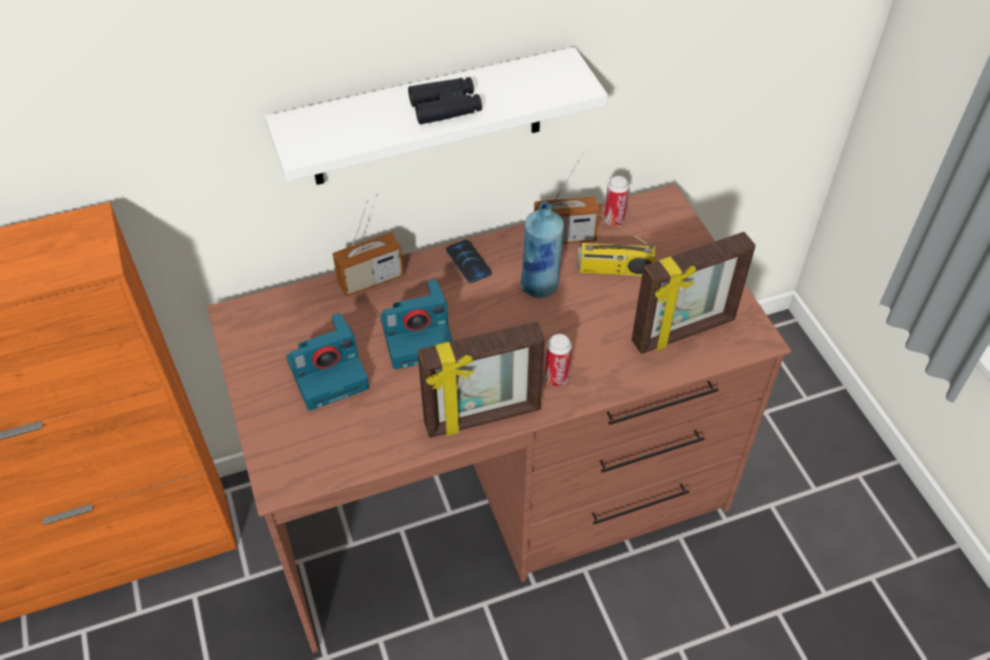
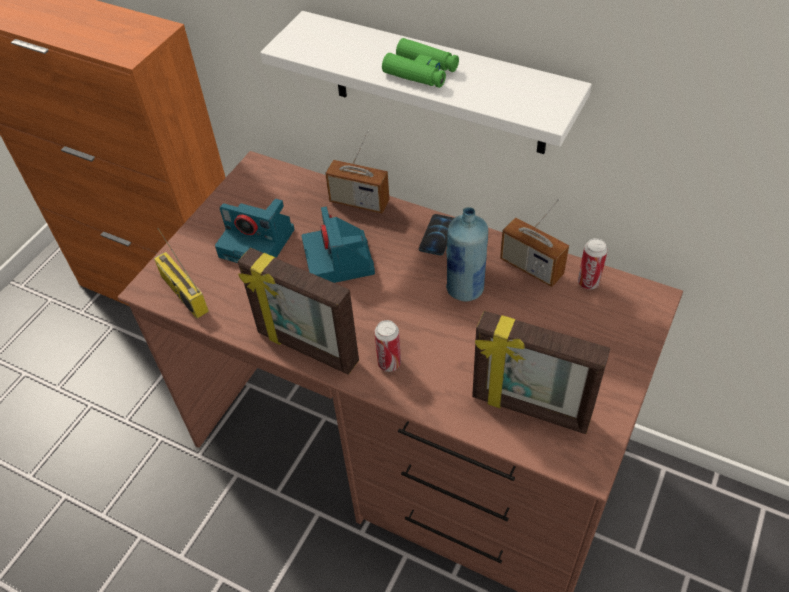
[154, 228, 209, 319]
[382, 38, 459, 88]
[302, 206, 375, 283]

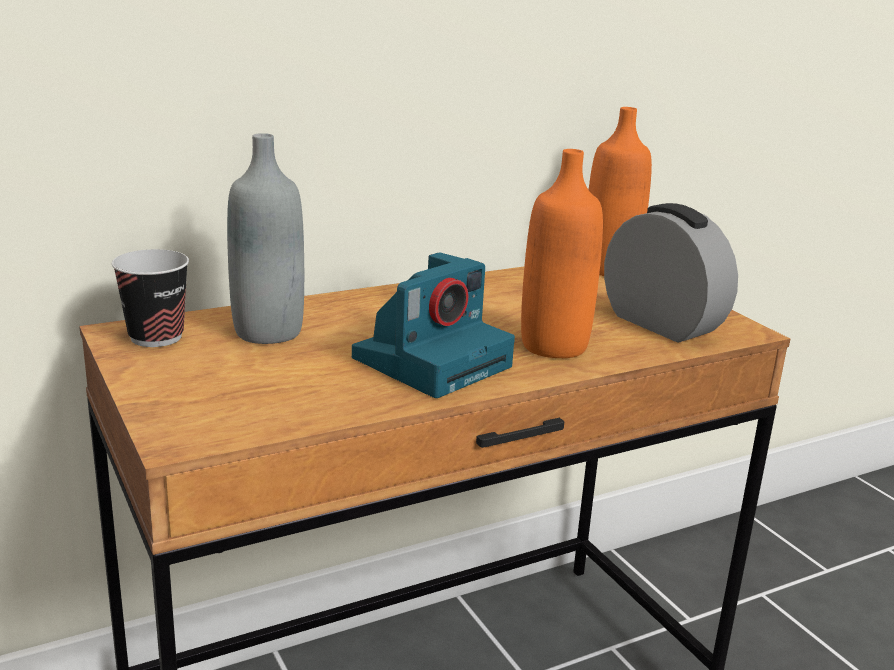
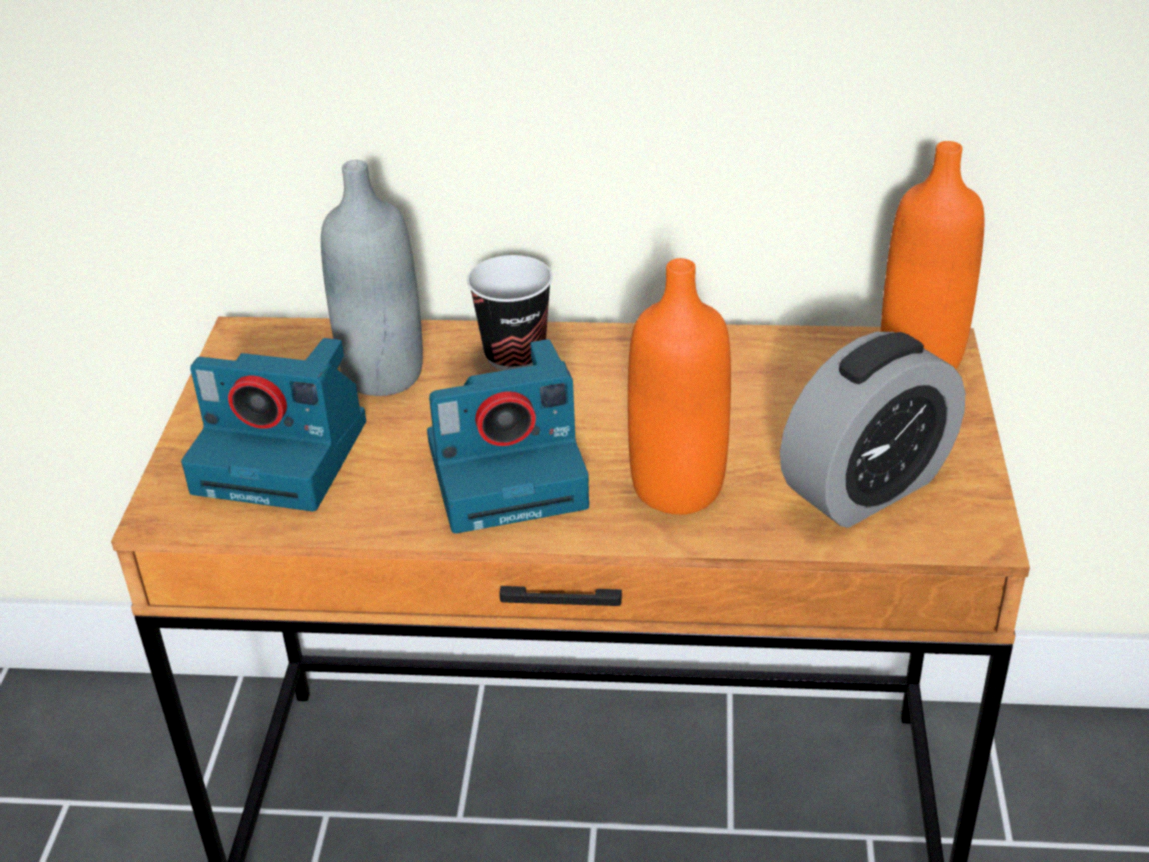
[181, 338, 366, 511]
[467, 255, 552, 371]
[780, 332, 965, 528]

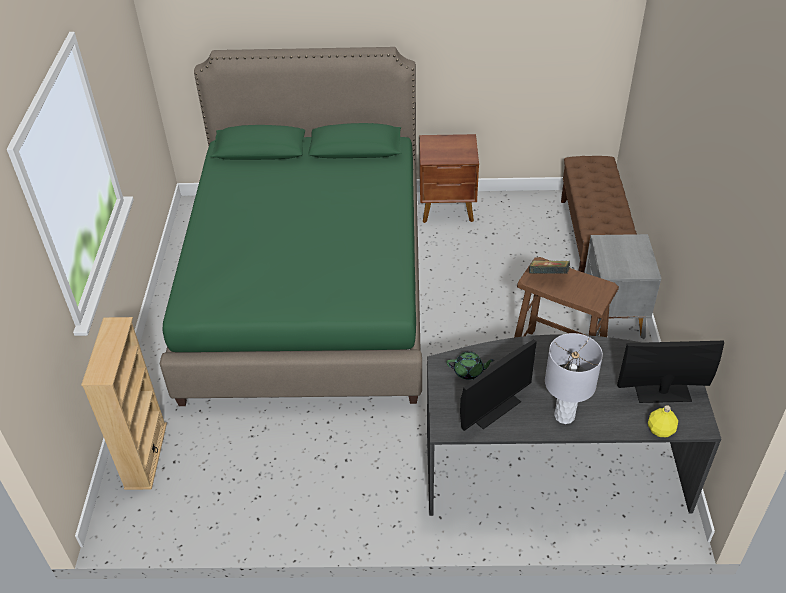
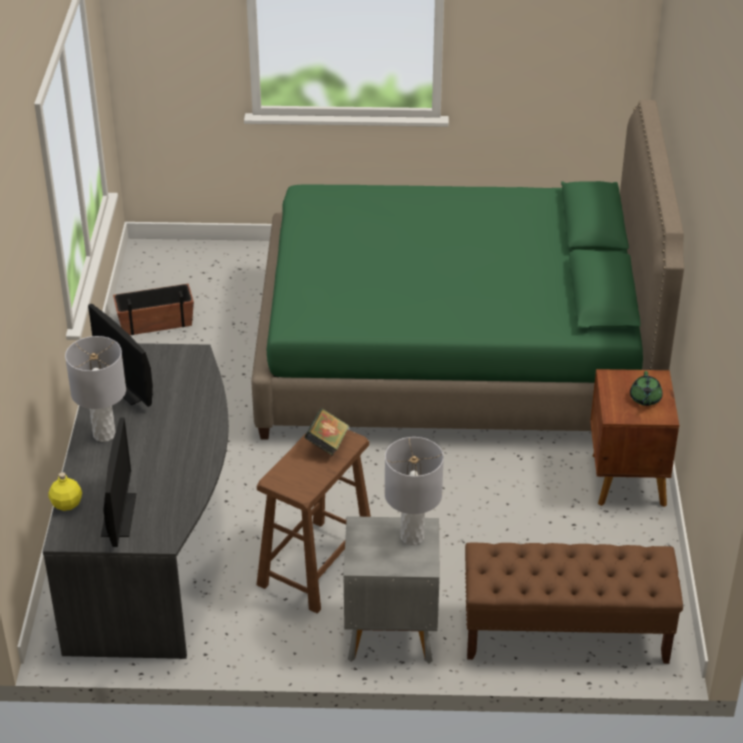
[81, 317, 167, 490] (first image)
[113, 284, 194, 335]
[385, 437, 444, 545]
[630, 371, 663, 406]

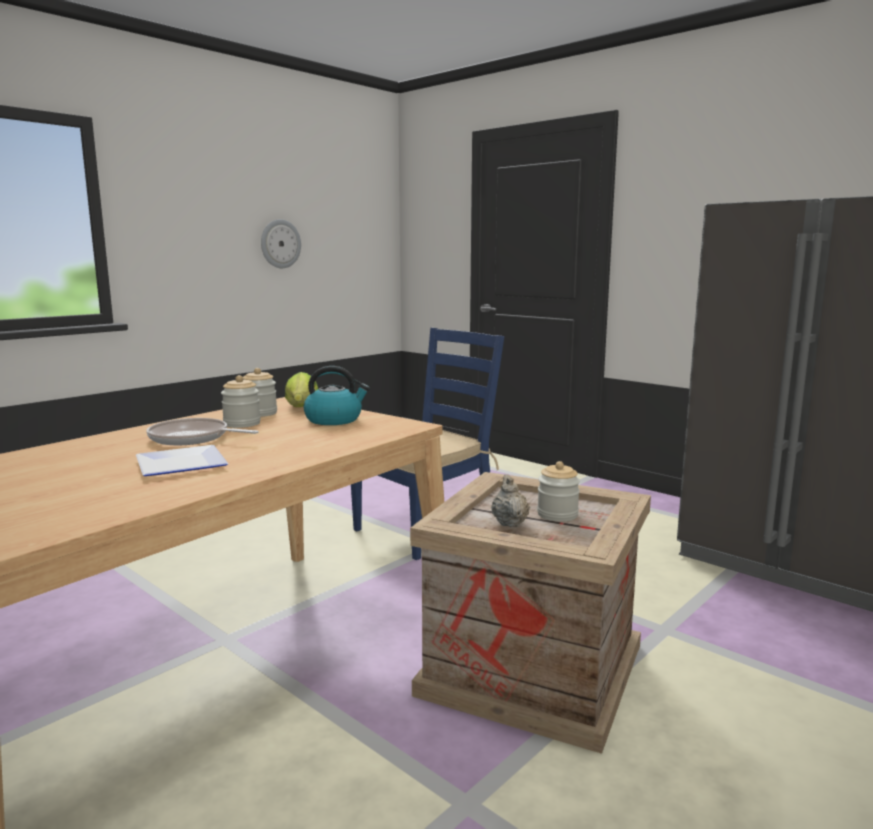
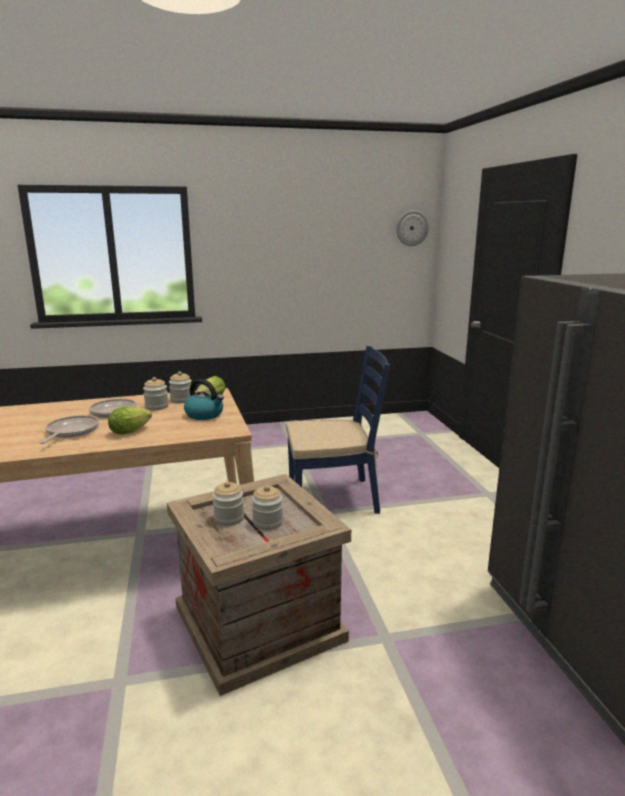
[108, 406, 152, 435]
[396, 210, 429, 246]
[40, 415, 99, 444]
[212, 481, 244, 526]

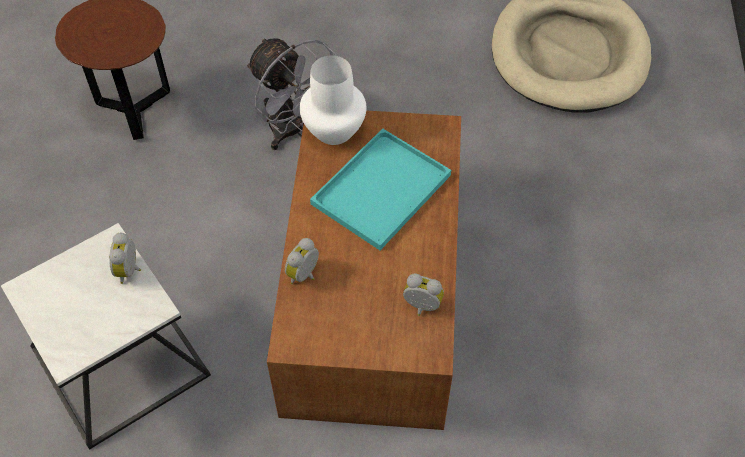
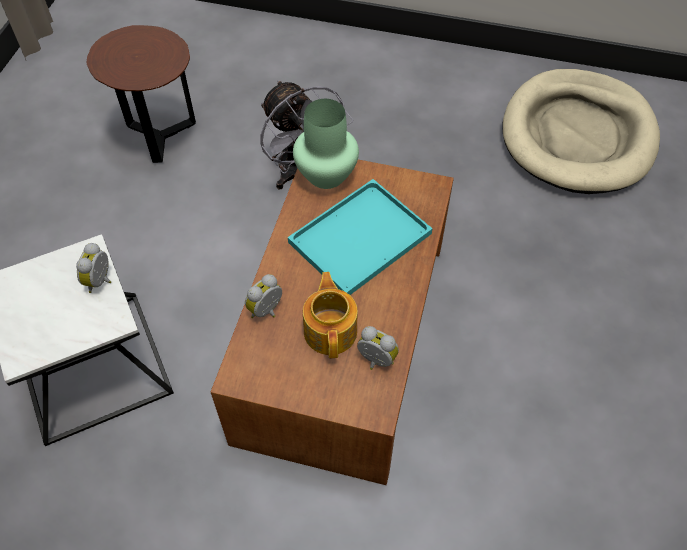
[303, 272, 358, 358]
[293, 99, 359, 189]

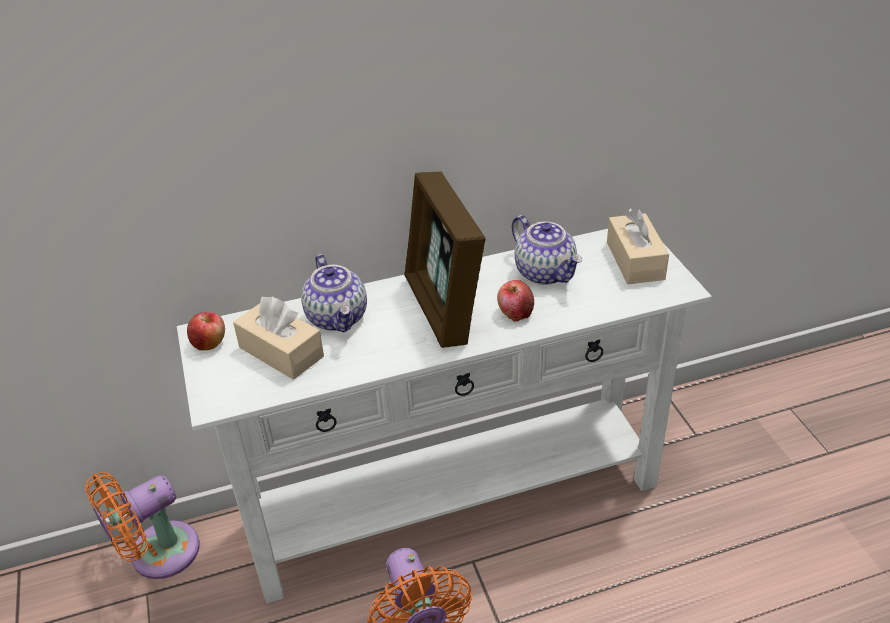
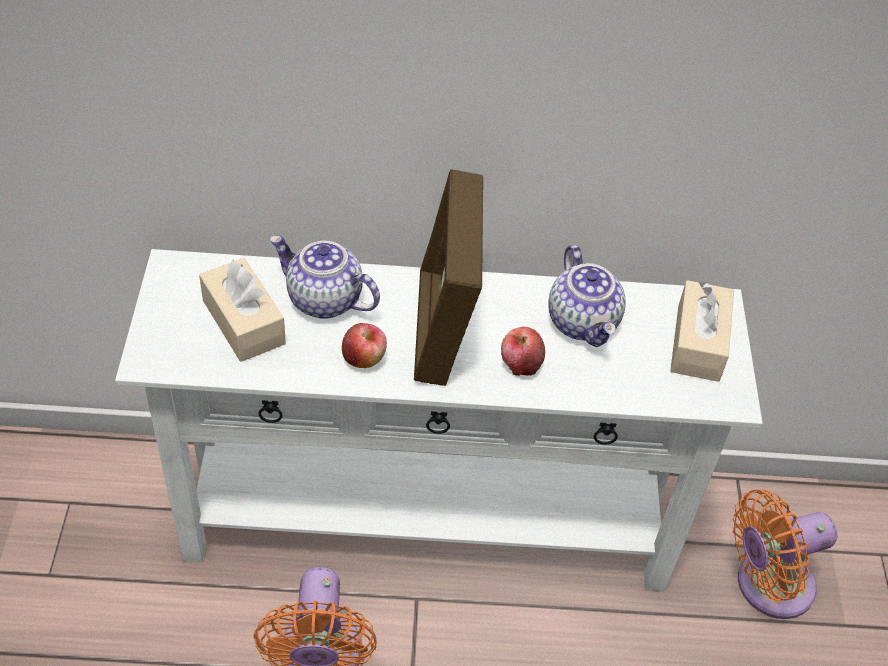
[733, 489, 837, 619]
[342, 323, 387, 368]
[270, 235, 380, 319]

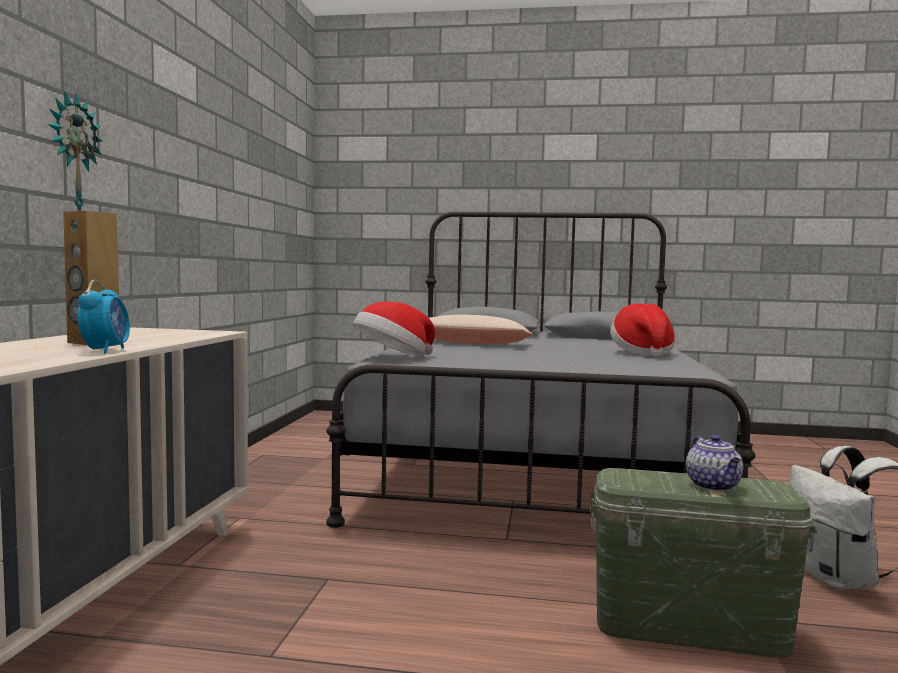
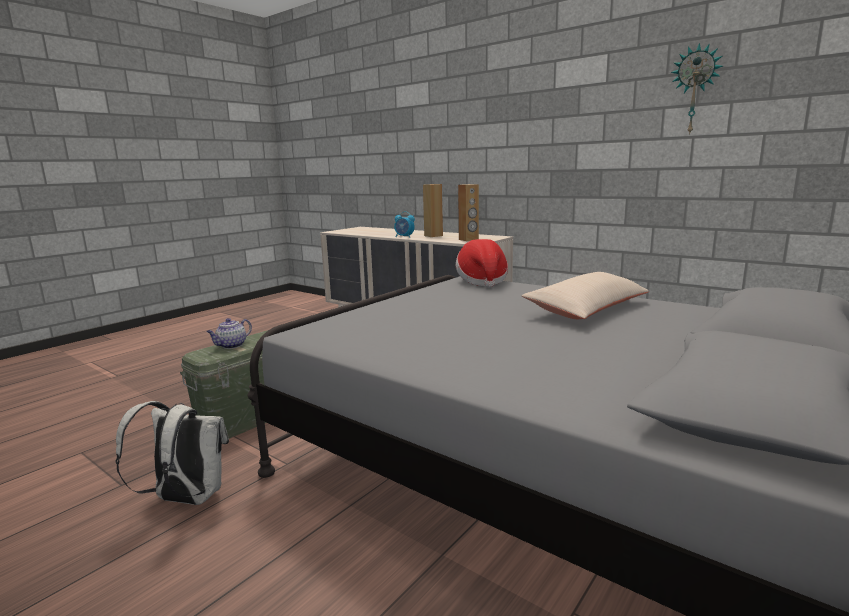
[610, 304, 675, 357] (first image)
[458, 184, 479, 241]
[671, 43, 723, 135]
[207, 318, 252, 349]

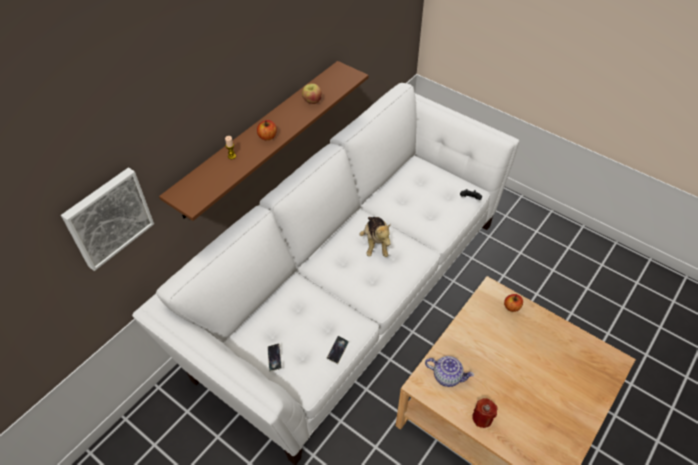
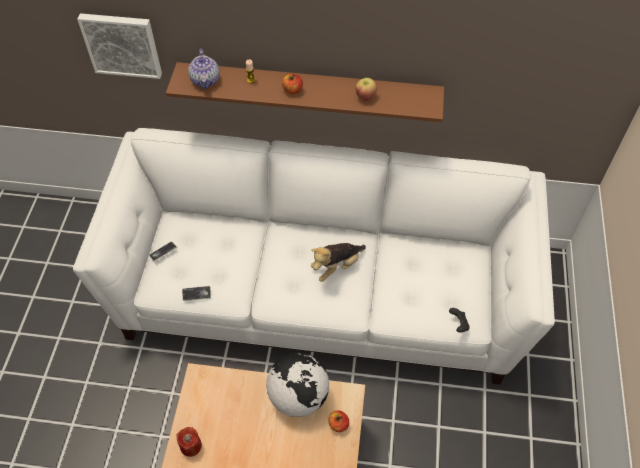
[266, 353, 329, 417]
[188, 49, 219, 89]

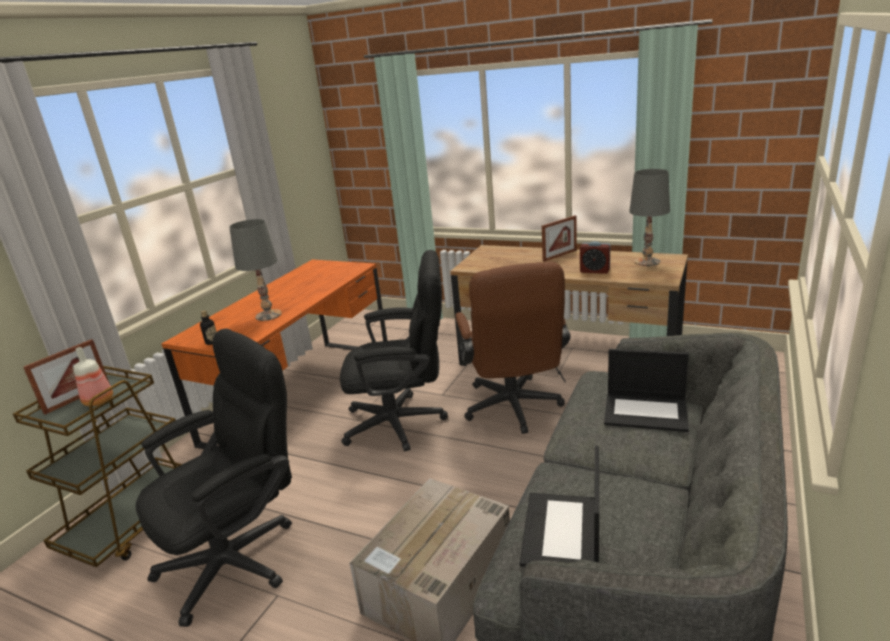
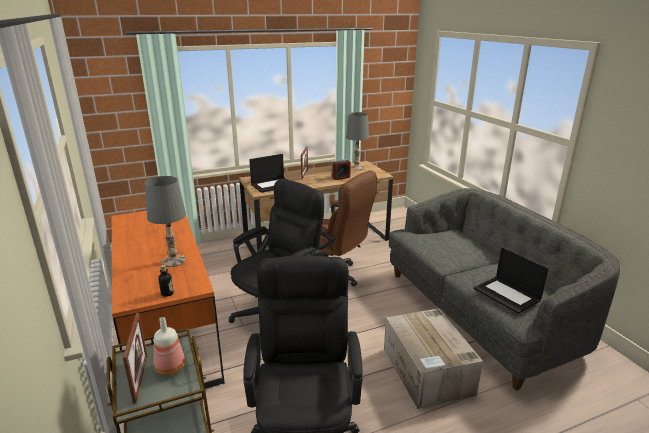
[249, 154, 287, 193]

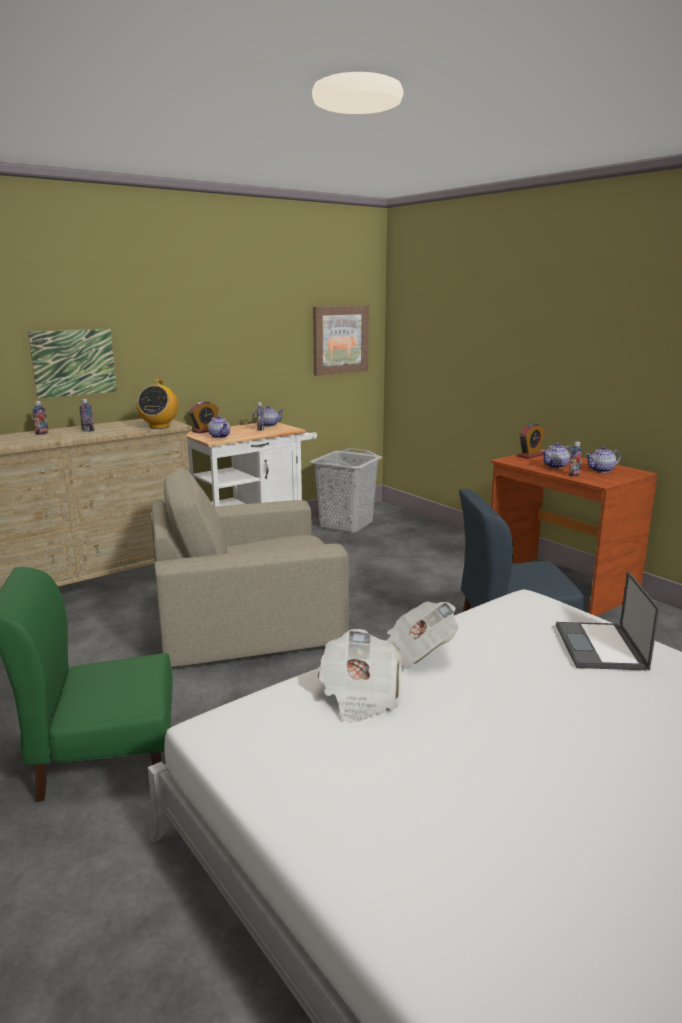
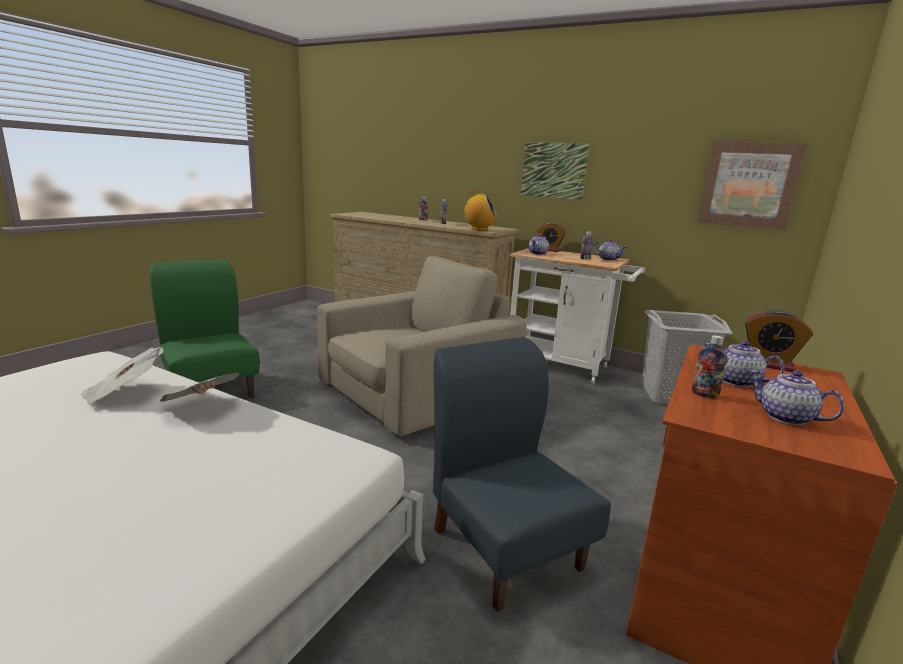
[556, 571, 660, 671] (first image)
[521, 142, 590, 200]
[463, 190, 497, 231]
[317, 256, 527, 437]

